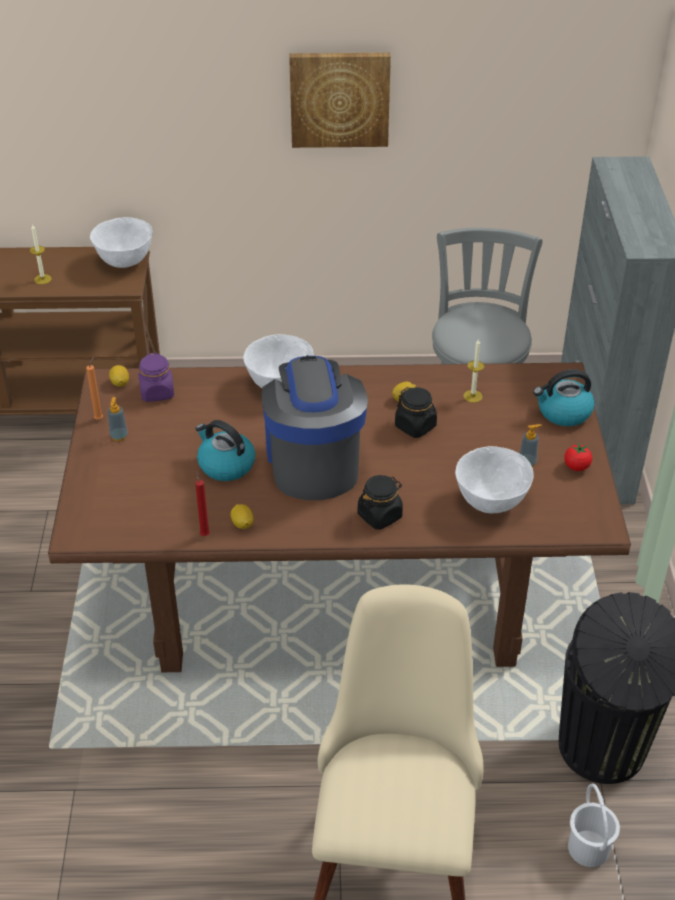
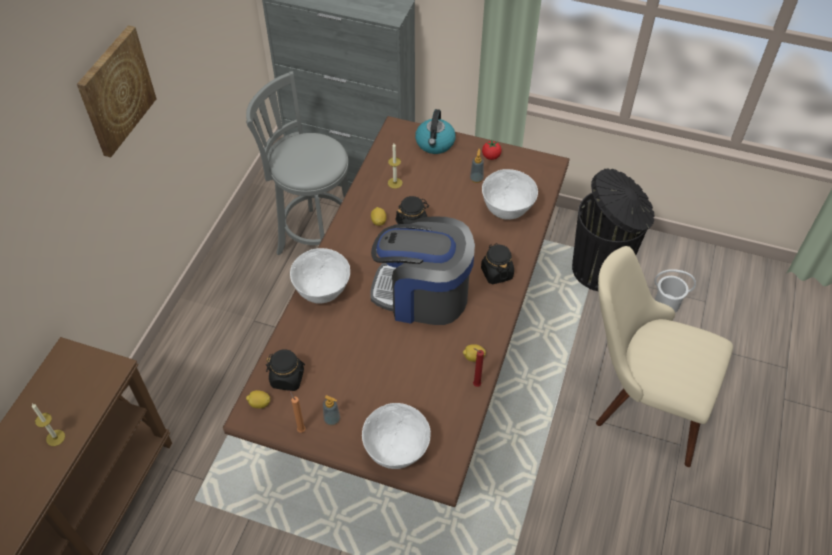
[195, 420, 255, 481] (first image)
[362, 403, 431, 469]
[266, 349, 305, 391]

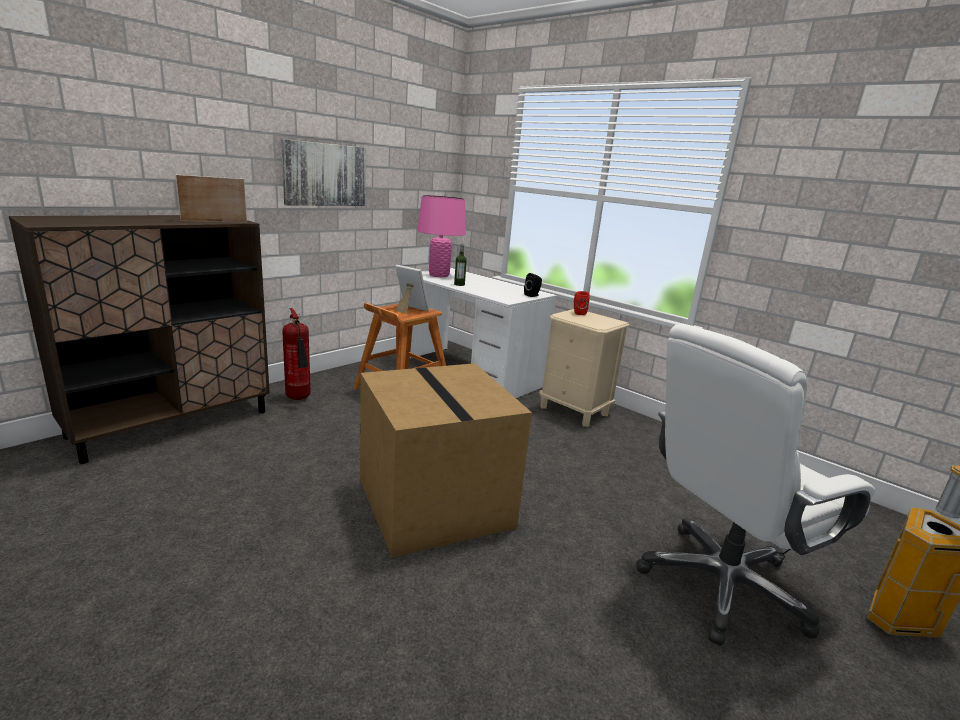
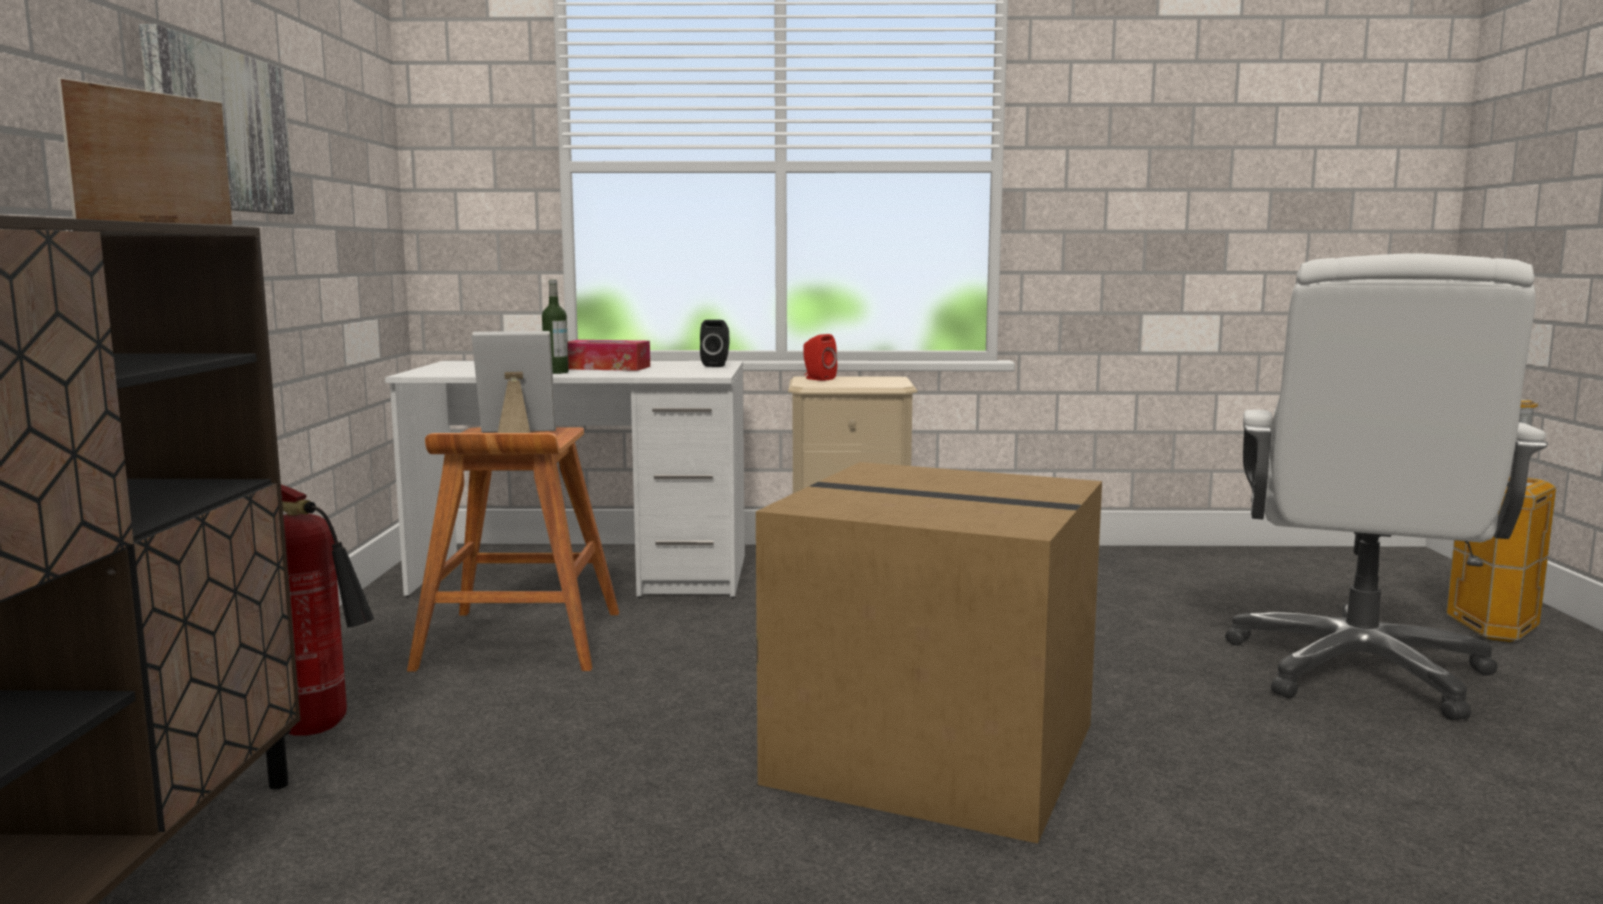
[417, 195, 466, 277] (first image)
[568, 340, 650, 371]

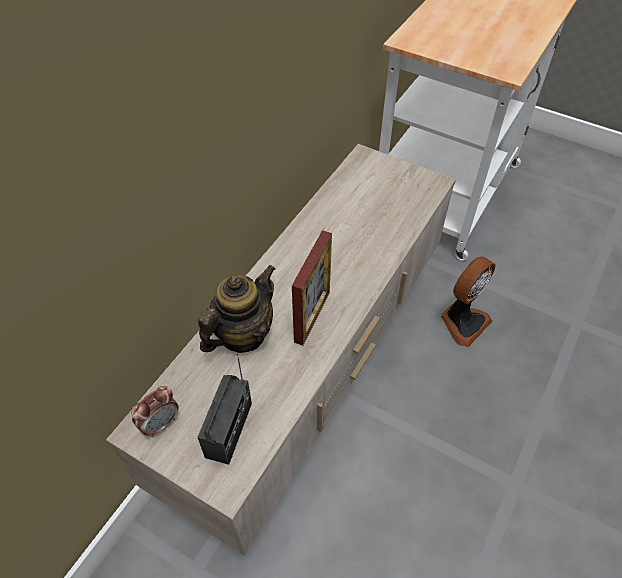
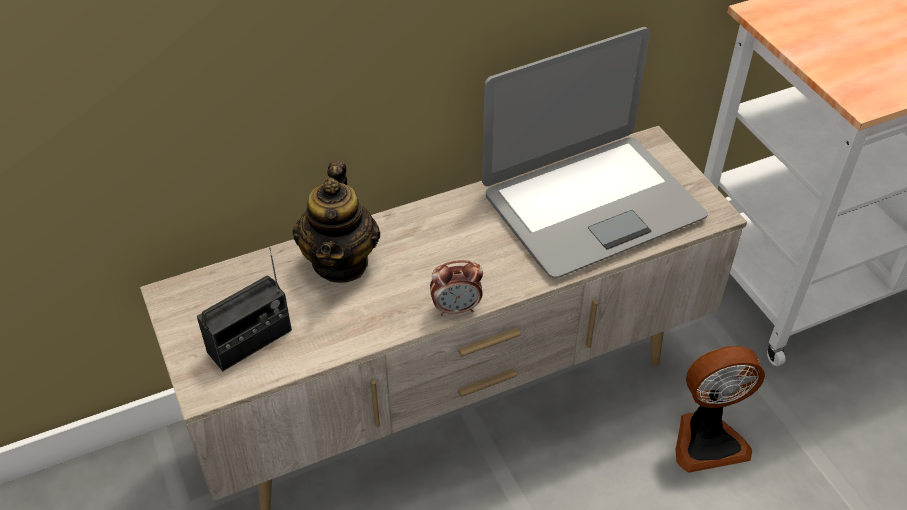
[292, 230, 332, 346] (first image)
[482, 27, 708, 278]
[430, 260, 483, 316]
[293, 161, 380, 283]

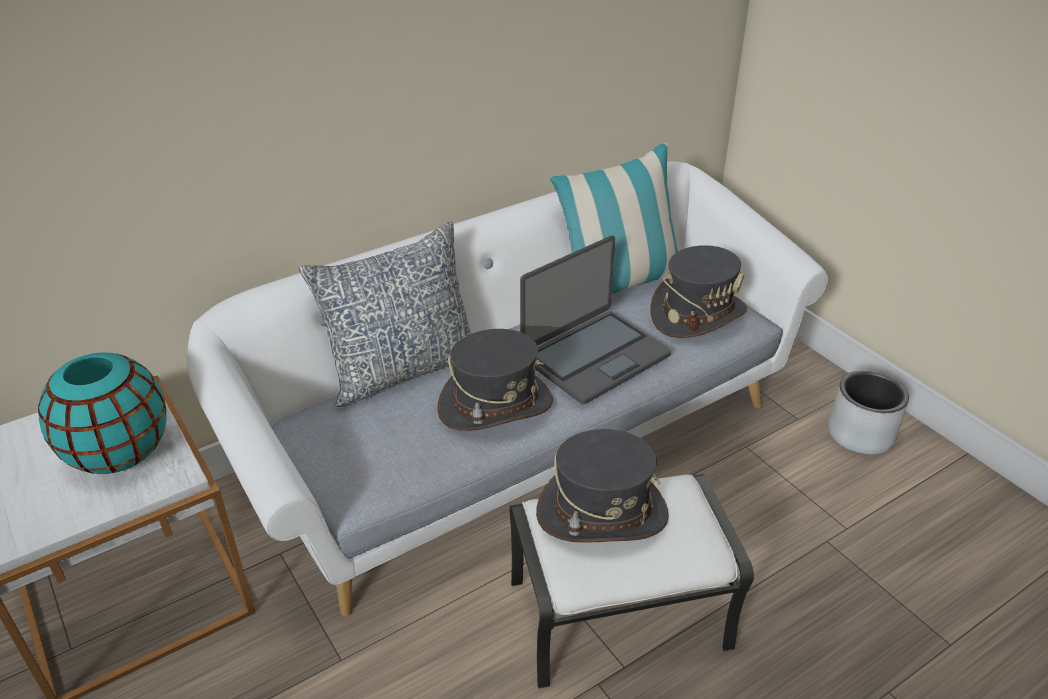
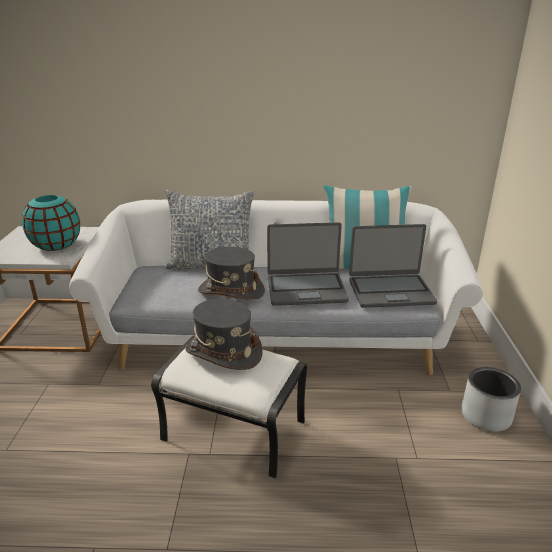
[349, 224, 437, 308]

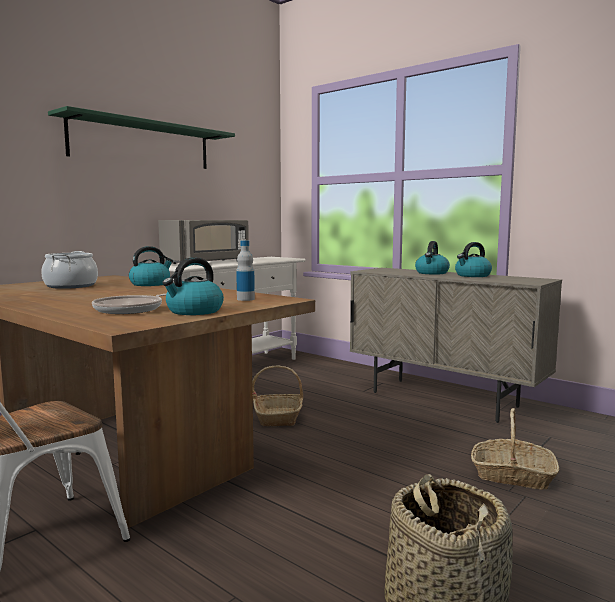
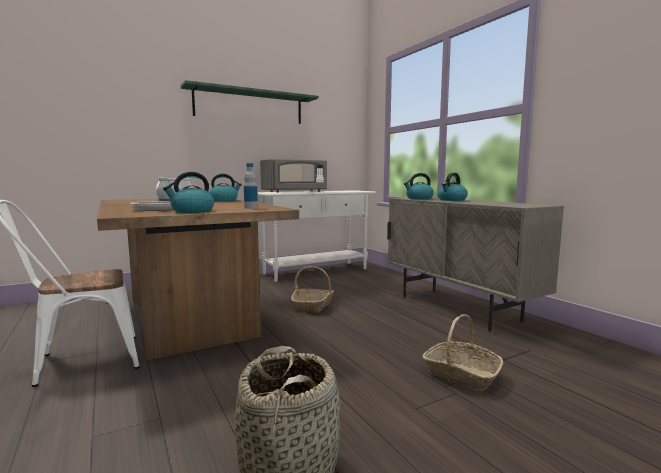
[404, 173, 434, 199]

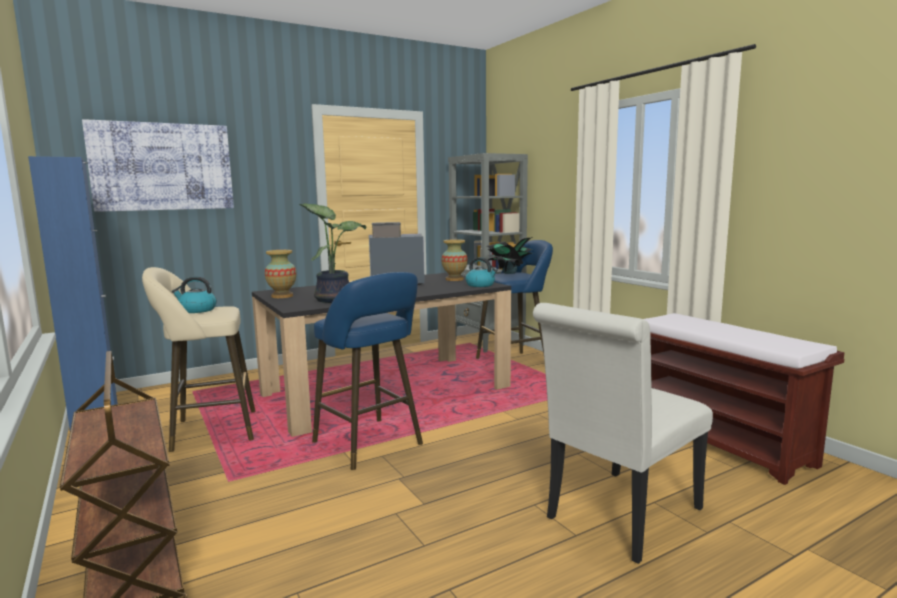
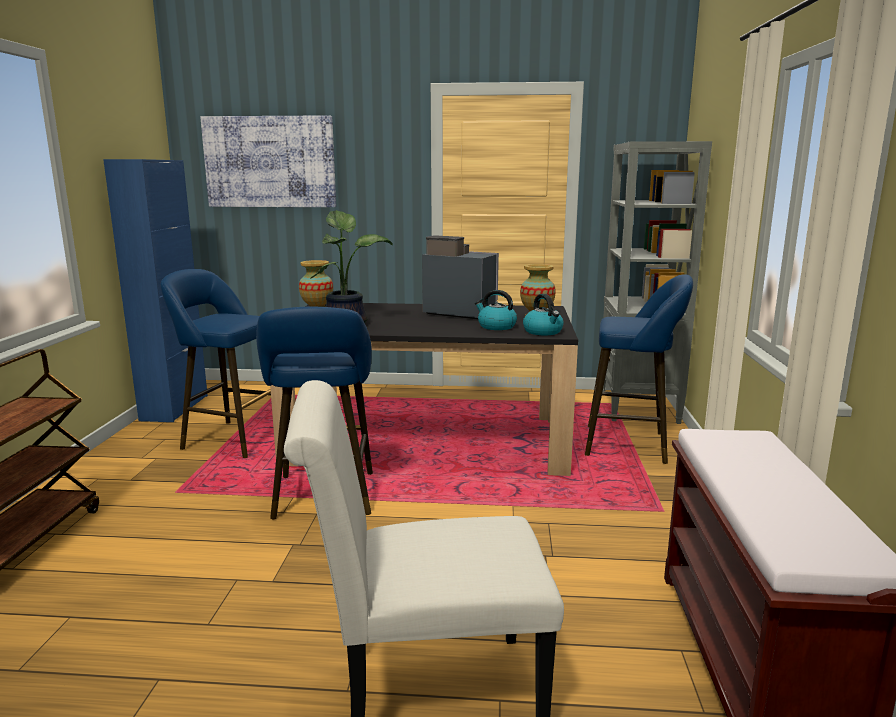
[487, 237, 534, 274] (first image)
[475, 290, 517, 330]
[161, 269, 271, 458]

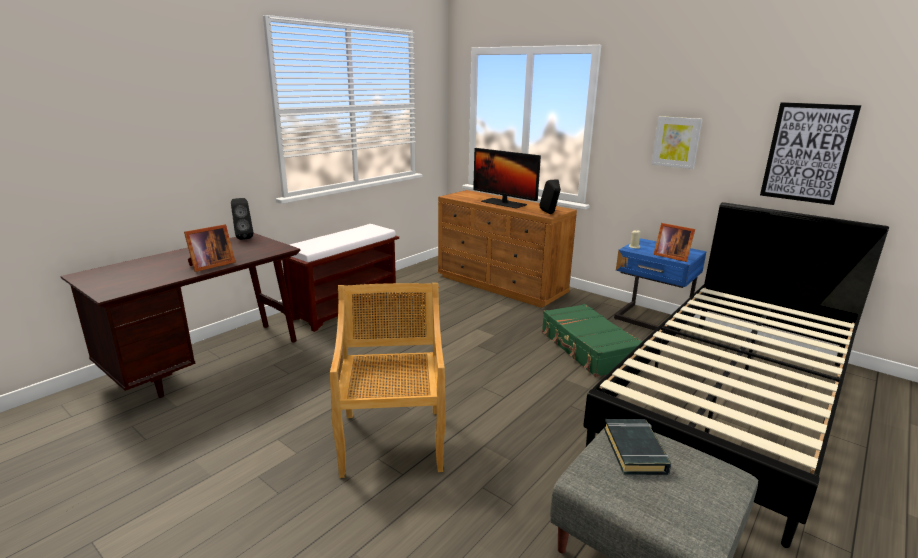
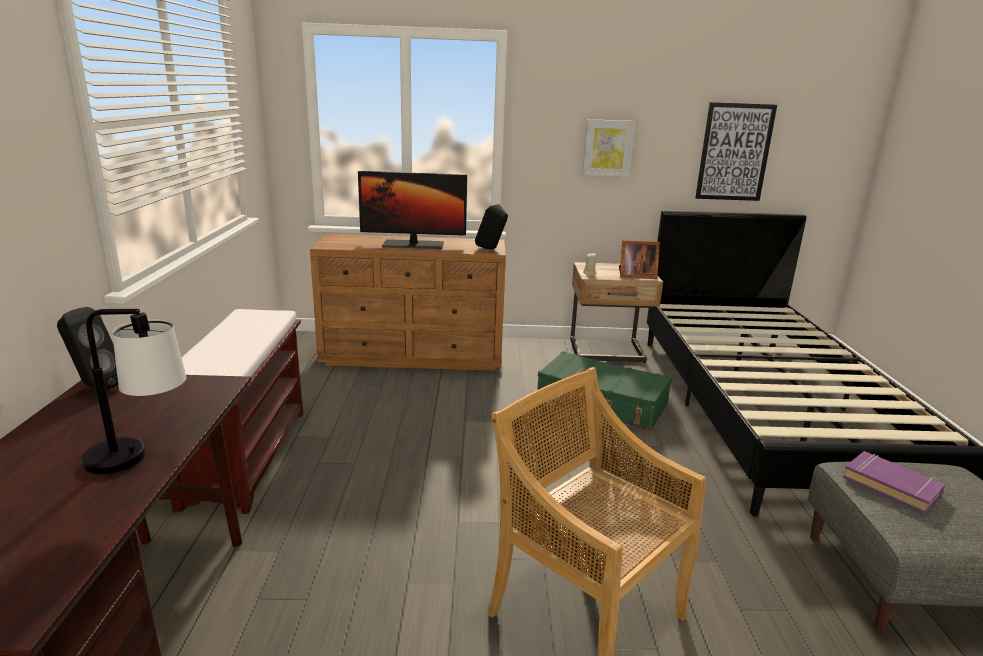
[81, 309, 186, 474]
[842, 451, 946, 515]
[570, 262, 663, 363]

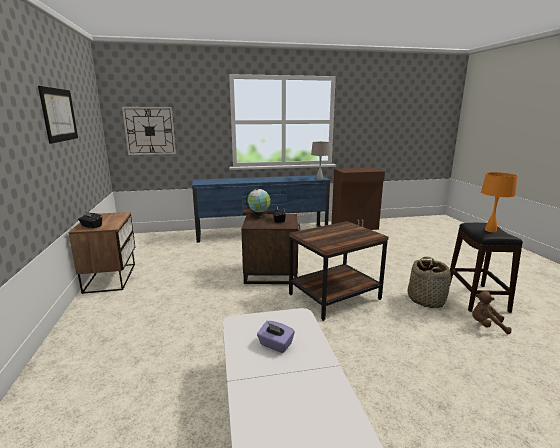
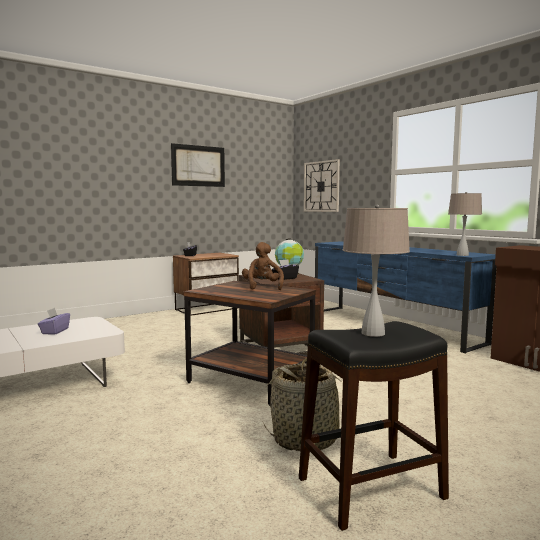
[242, 242, 284, 290]
[343, 204, 410, 337]

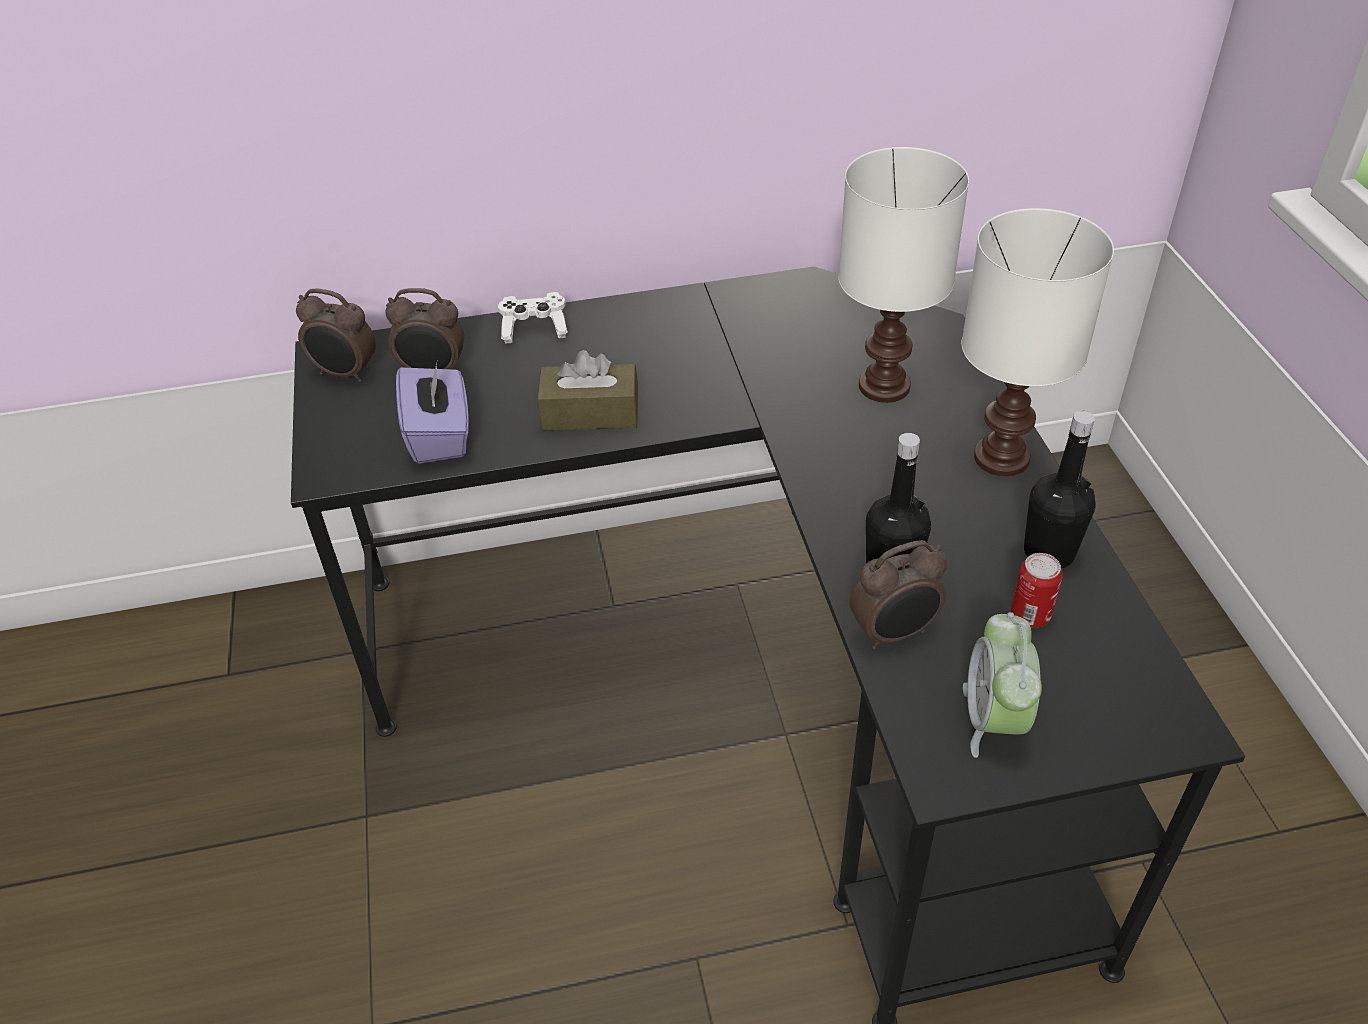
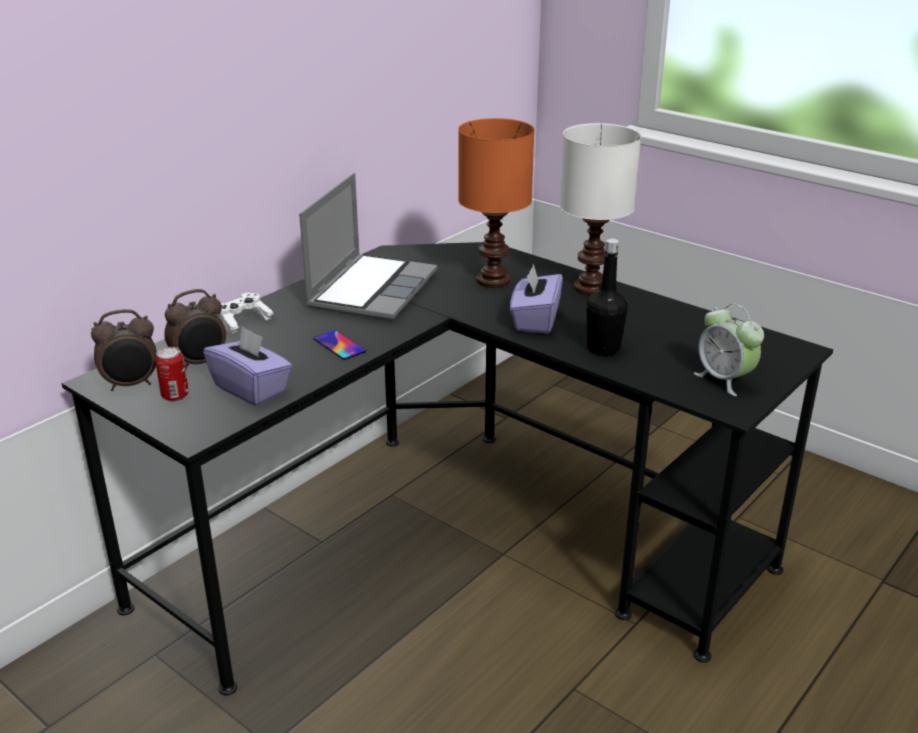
[849, 540, 947, 650] (first image)
[1024, 411, 1096, 569] (first image)
[299, 173, 437, 321]
[510, 264, 563, 334]
[155, 347, 189, 401]
[313, 330, 366, 360]
[458, 118, 535, 288]

